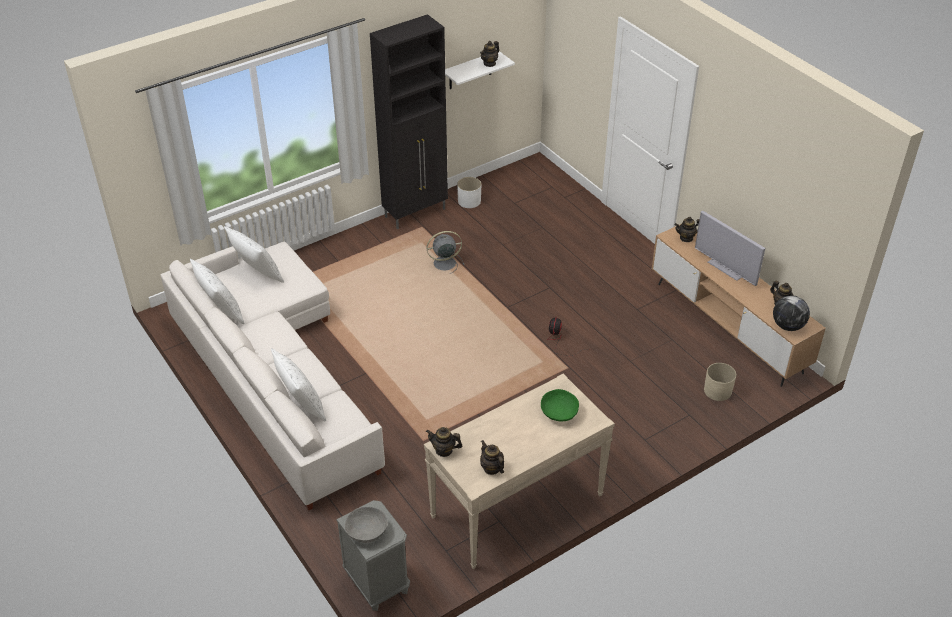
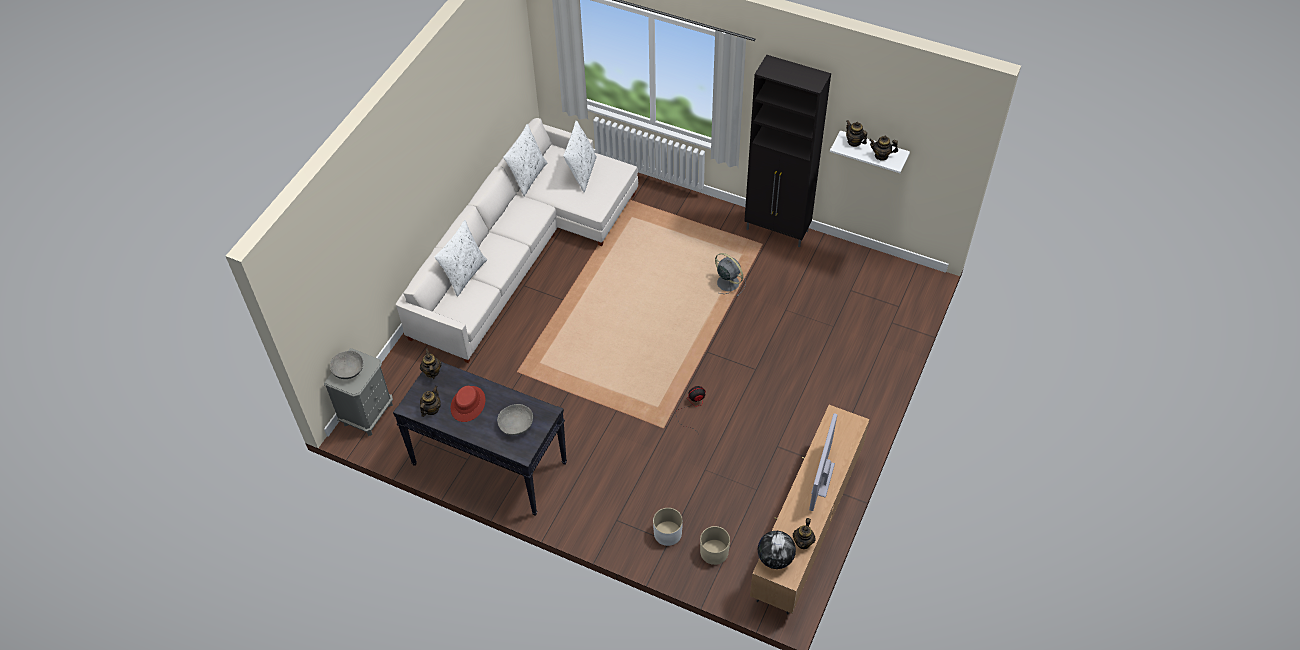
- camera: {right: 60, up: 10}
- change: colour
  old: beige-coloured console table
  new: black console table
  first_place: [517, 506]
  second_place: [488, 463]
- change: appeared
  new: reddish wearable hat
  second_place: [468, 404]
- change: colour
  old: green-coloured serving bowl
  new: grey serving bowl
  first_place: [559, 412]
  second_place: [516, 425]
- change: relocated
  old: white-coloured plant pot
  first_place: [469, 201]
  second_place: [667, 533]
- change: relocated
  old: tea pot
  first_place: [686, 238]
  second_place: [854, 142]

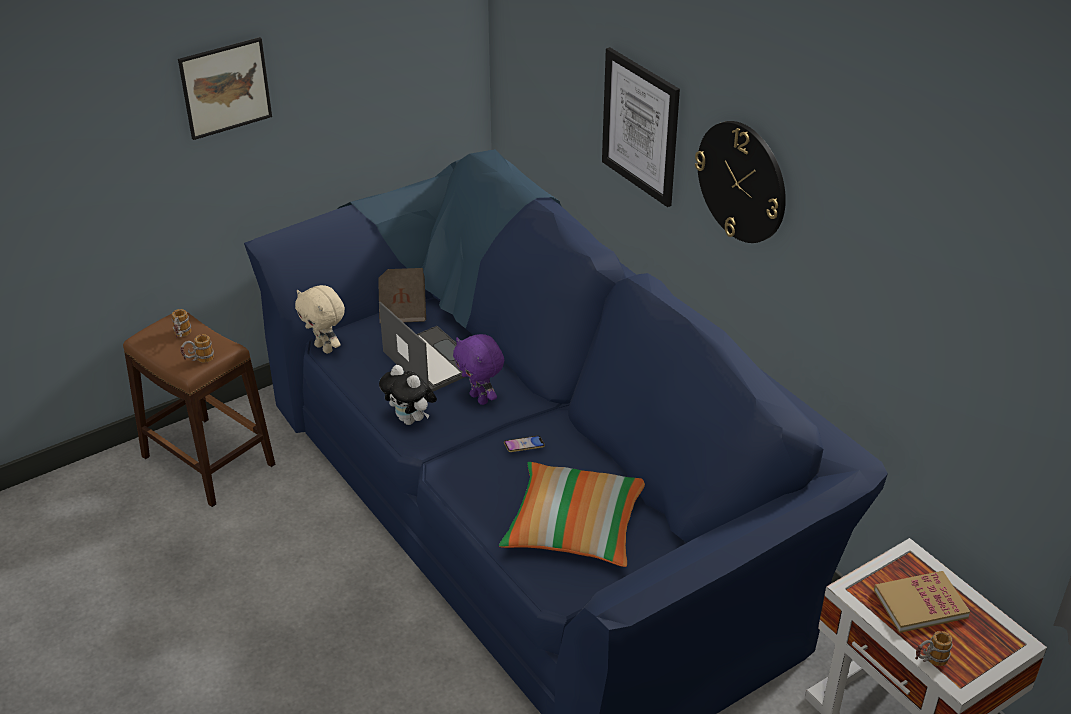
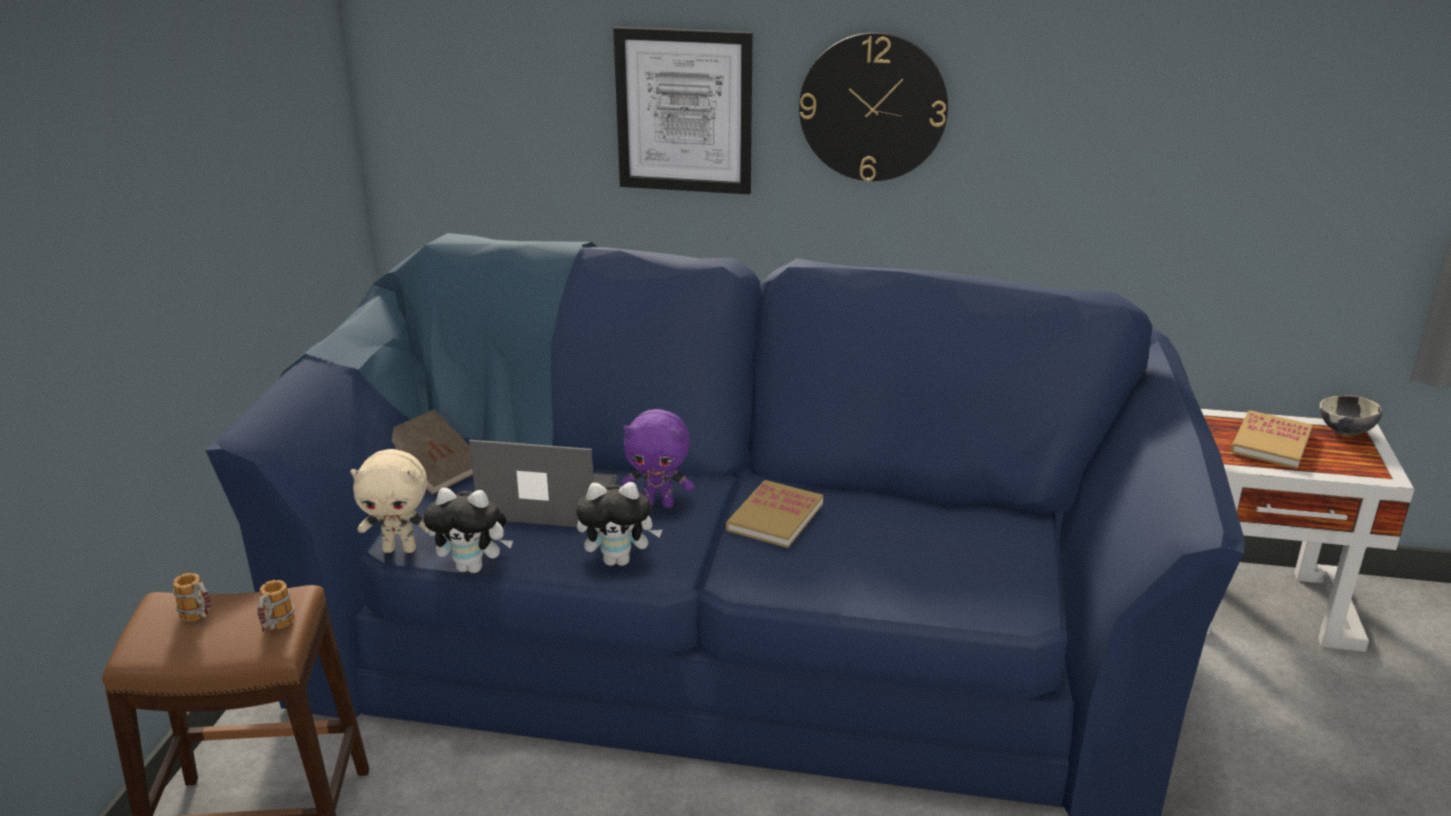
- camera: {right: -45, up: -10}
- change: appeared
  new: plush toy
  second_place: [473, 567]
- change: exchanged
  old: handset
  new: book
  first_place: [524, 446]
  second_place: [775, 517]
- change: appeared
  new: serving bowl
  second_place: [1345, 432]
- change: missing
  old: wall art
  first_place: [225, 88]
- change: missing
  old: throw pillow
  first_place: [574, 528]
- change: missing
  old: coffee mug
  first_place: [929, 661]

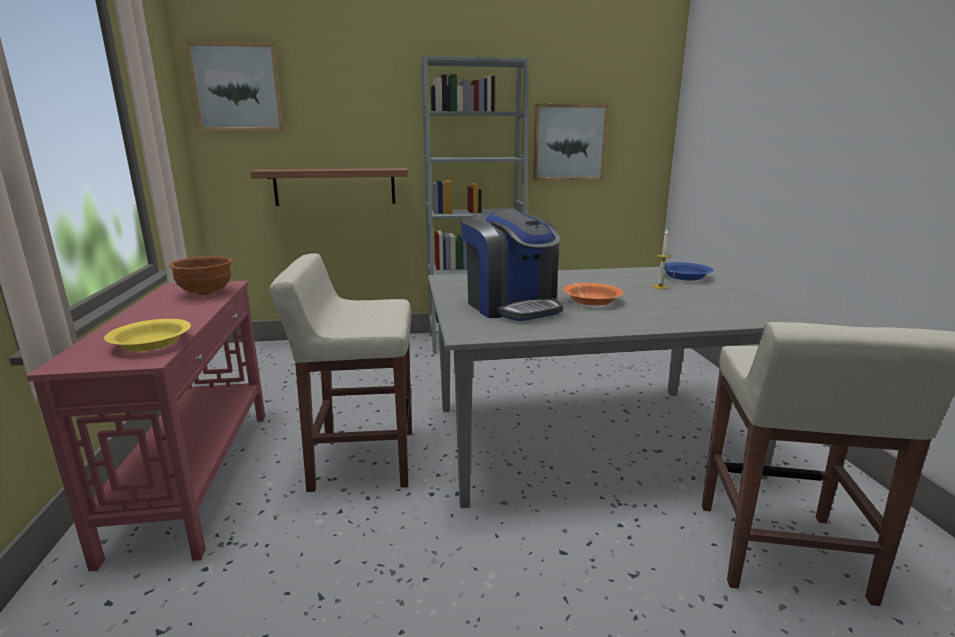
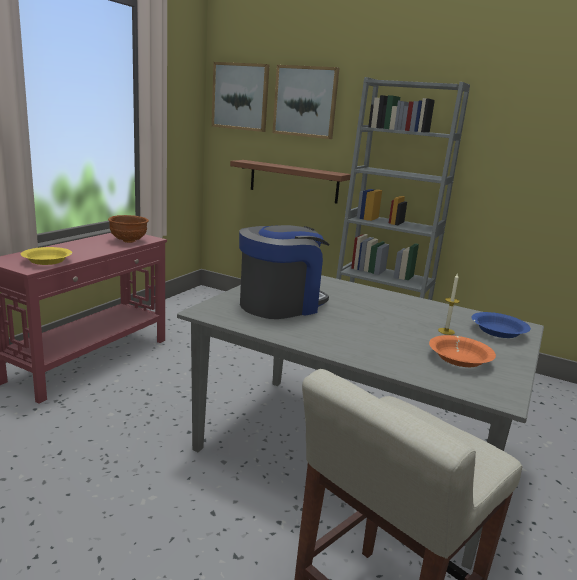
- camera: {right: 35, up: 0}
- change: spun
  old: coffee maker
  first_place: [511, 305]
  second_place: [280, 304]
  degrees: -135
- change: relocated
  old: wall art
  first_place: [569, 142]
  second_place: [305, 102]
- change: relocated
  old: orange-coloured serving bowl
  first_place: [592, 301]
  second_place: [459, 359]
- change: missing
  old: beige-coloured stool
  first_place: [361, 459]

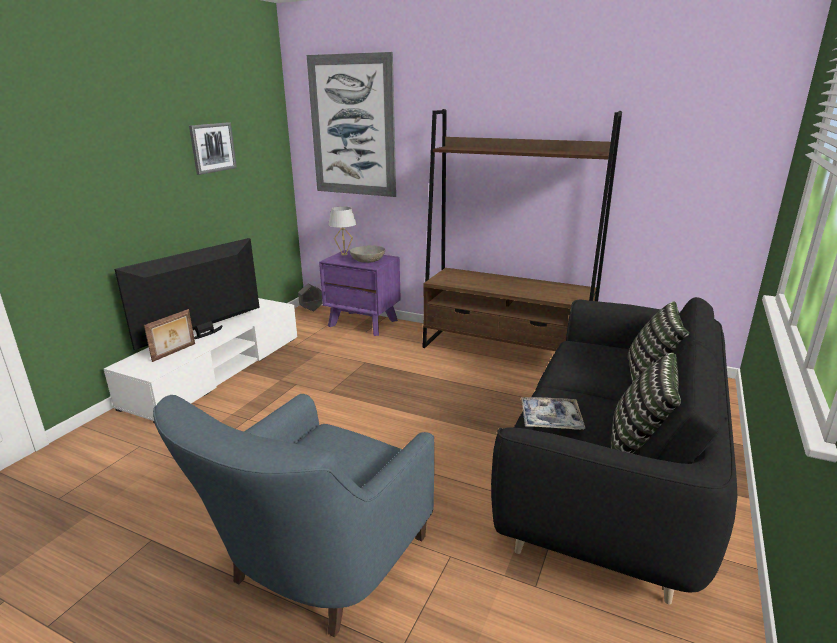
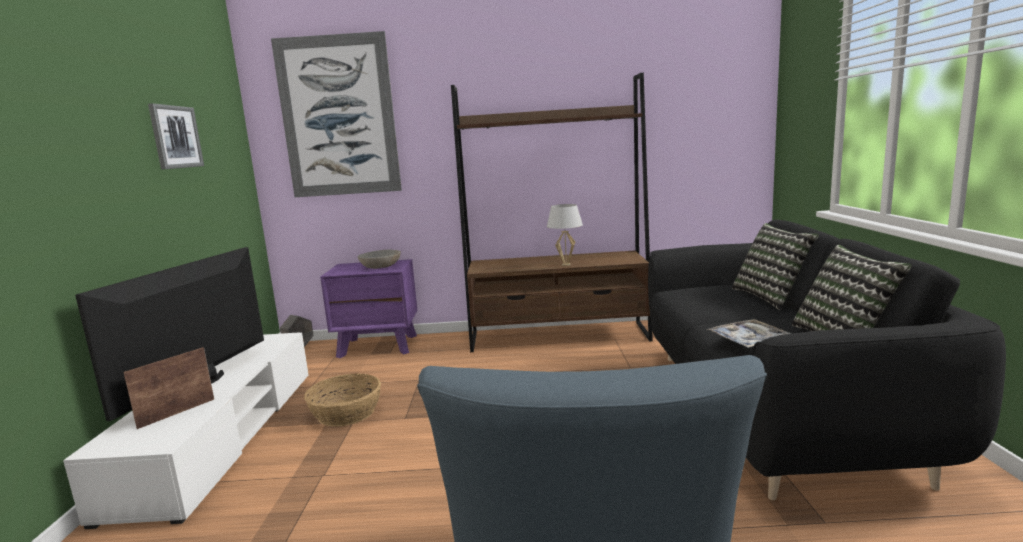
- camera: {right: -25, up: -10}
- change: spun
  old: standing frame
  first_place: [174, 352]
  second_place: [176, 413]
  degrees: -150
- change: appeared
  new: storage basket
  second_place: [347, 413]
- change: relocated
  old: white-coloured table lamp
  first_place: [344, 254]
  second_place: [566, 264]

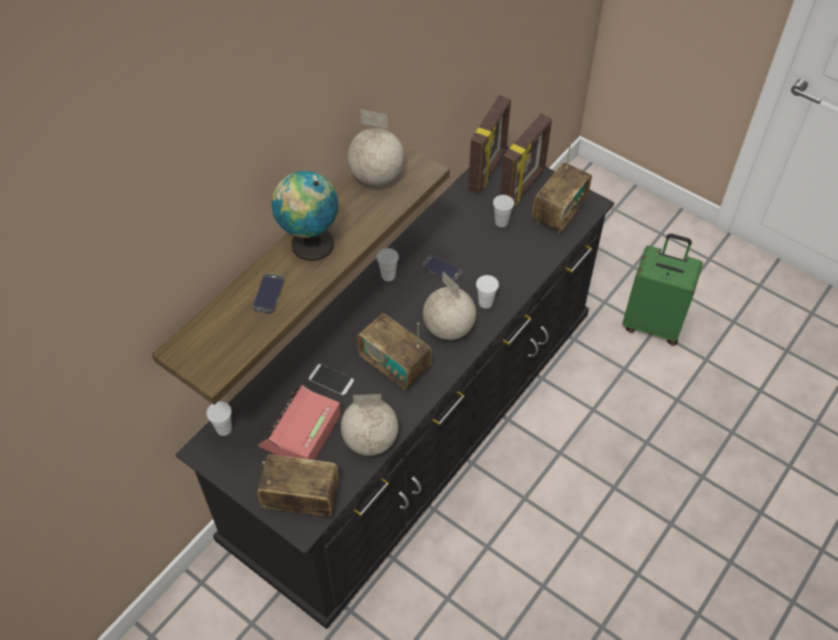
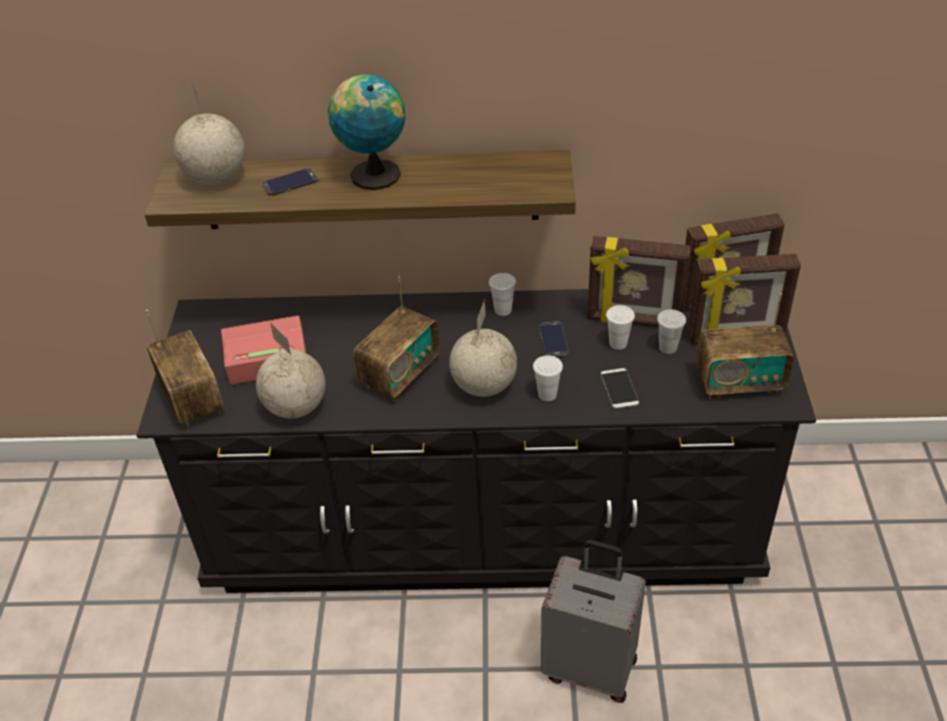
- camera: {right: 55, up: -10}
- change: relocated
  old: world globe
  first_place: [377, 177]
  second_place: [216, 178]
- change: spun
  old: radio
  first_place: [394, 365]
  second_place: [400, 374]
  degrees: -150
- change: appeared
  new: grey piece of luggage
  second_place: [591, 666]
- change: appeared
  new: standing frame
  second_place: [633, 320]
- change: relocated
  old: handset
  first_place: [331, 380]
  second_place: [619, 389]
- change: relocated
  old: white-coloured cup
  first_place: [224, 429]
  second_place: [618, 343]
- change: missing
  old: green-coloured piece of luggage
  first_place: [653, 323]

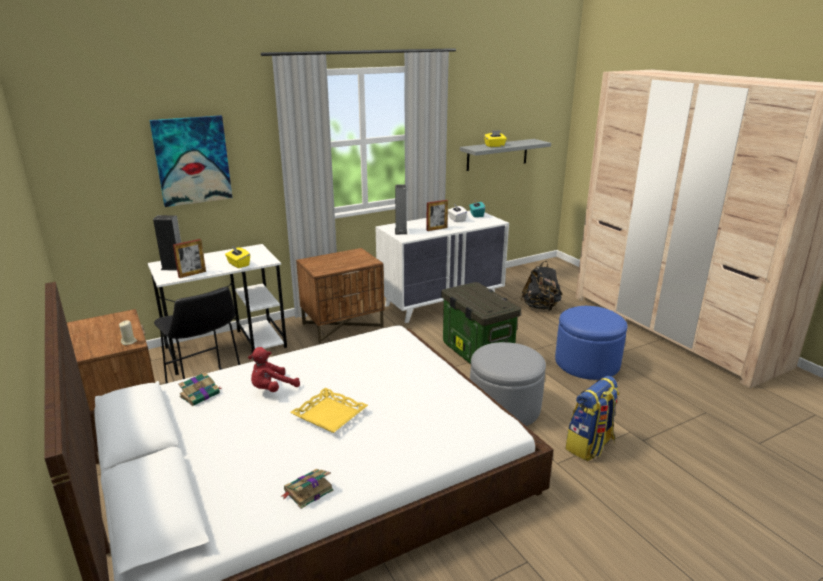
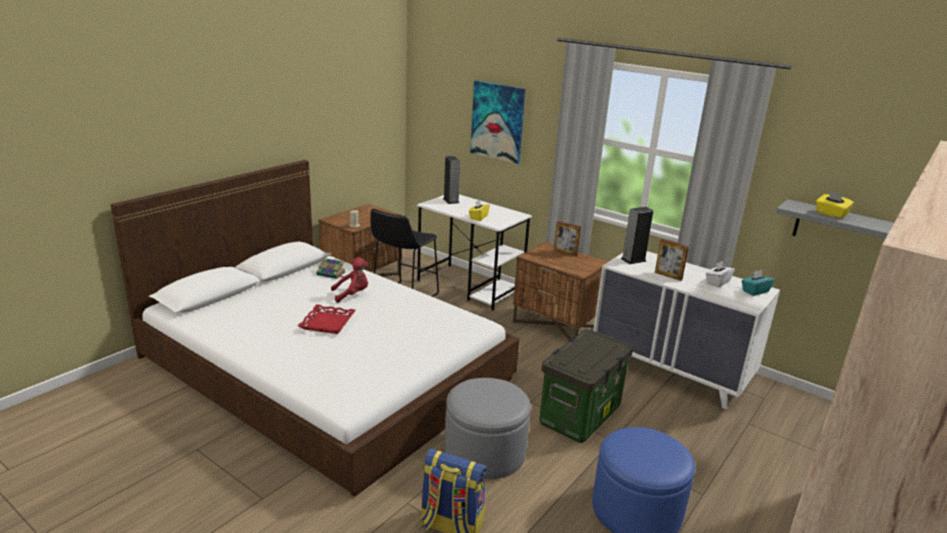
- camera: {right: 65, up: 0}
- change: colour
  old: yellowish serving tray
  new: reddish serving tray
  first_place: [329, 415]
  second_place: [327, 323]
- change: spun
  old: reddish plush toy
  first_place: [272, 389]
  second_place: [352, 294]
  degrees: 135
- change: relocated
  old: standing frame
  first_place: [192, 274]
  second_place: [565, 252]
- change: missing
  old: book
  first_place: [307, 491]
- change: missing
  old: black knapsack
  first_place: [540, 307]

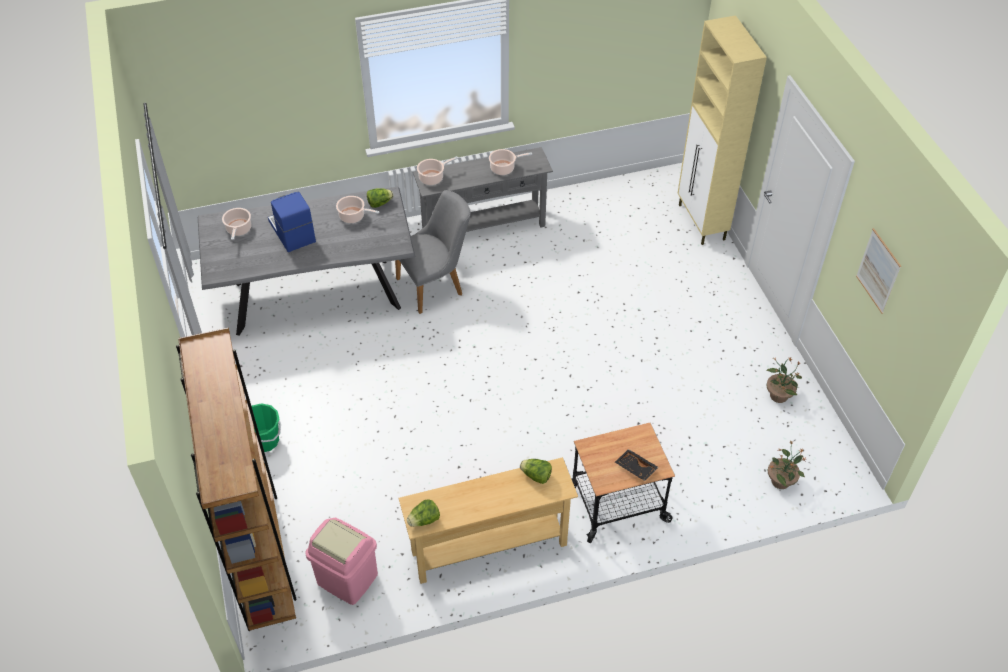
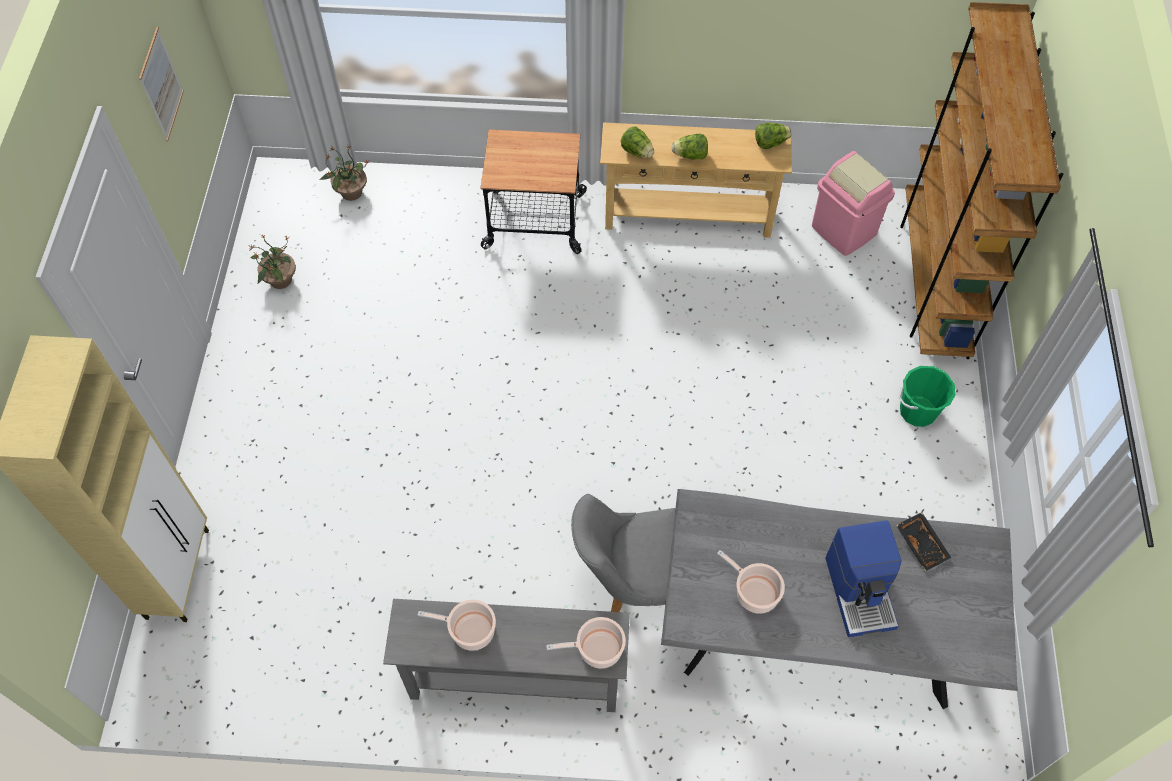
- camera: {right: -160, up: 10}
- change: relocated
  old: head of lettuce
  first_place: [379, 203]
  second_place: [690, 155]
- change: relocated
  old: black serving tray
  first_place: [635, 468]
  second_place: [922, 544]
- change: missing
  old: stockpot
  first_place: [238, 230]

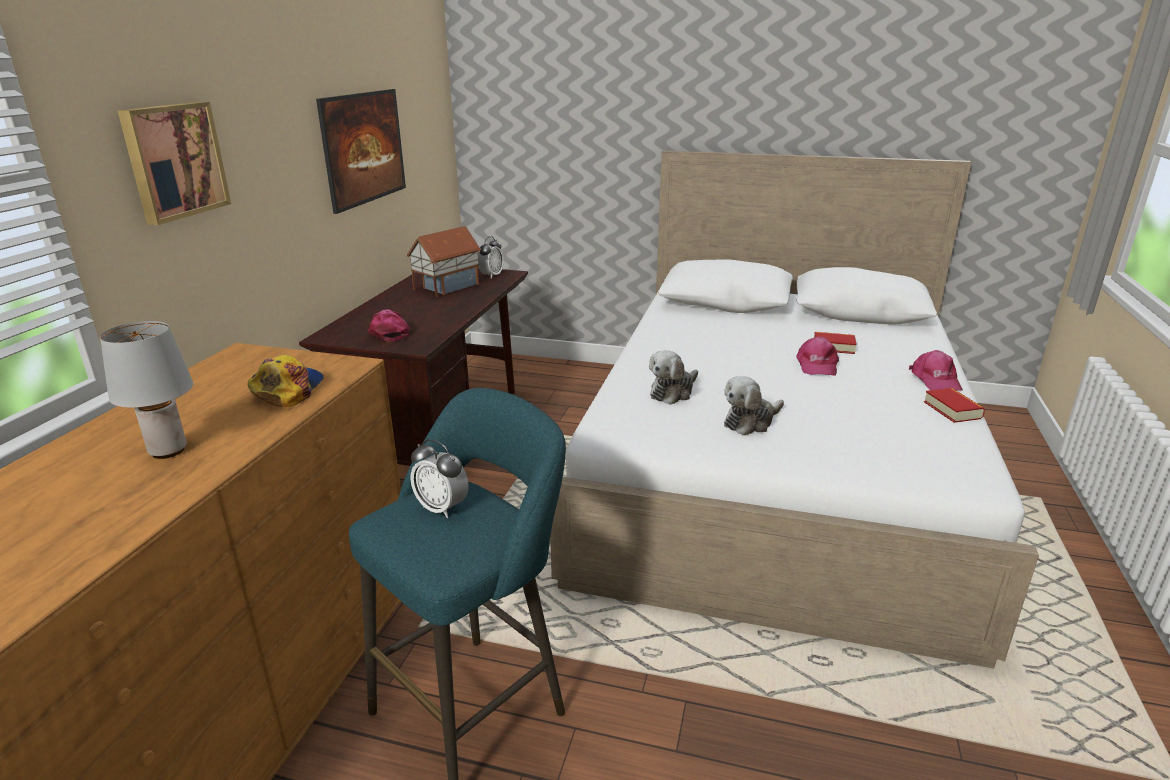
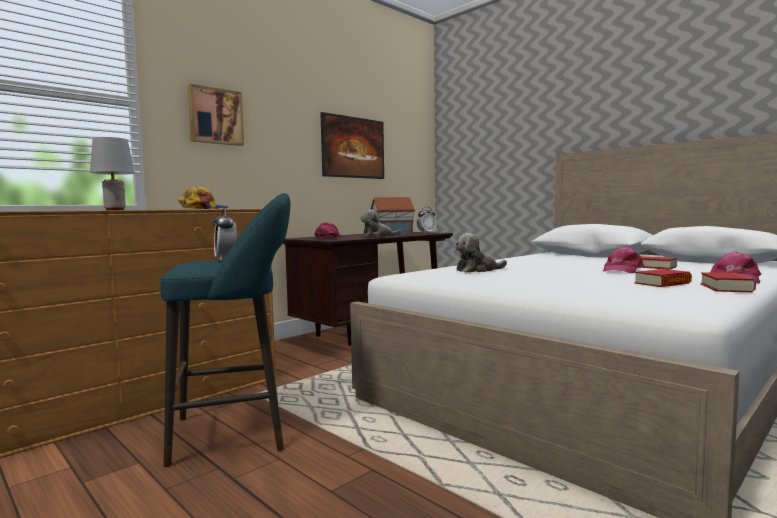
- camera: {right: 30, up: -20}
- change: relocated
  old: plush toy
  first_place: [750, 422]
  second_place: [378, 236]
- change: appeared
  new: book
  second_place: [662, 283]

